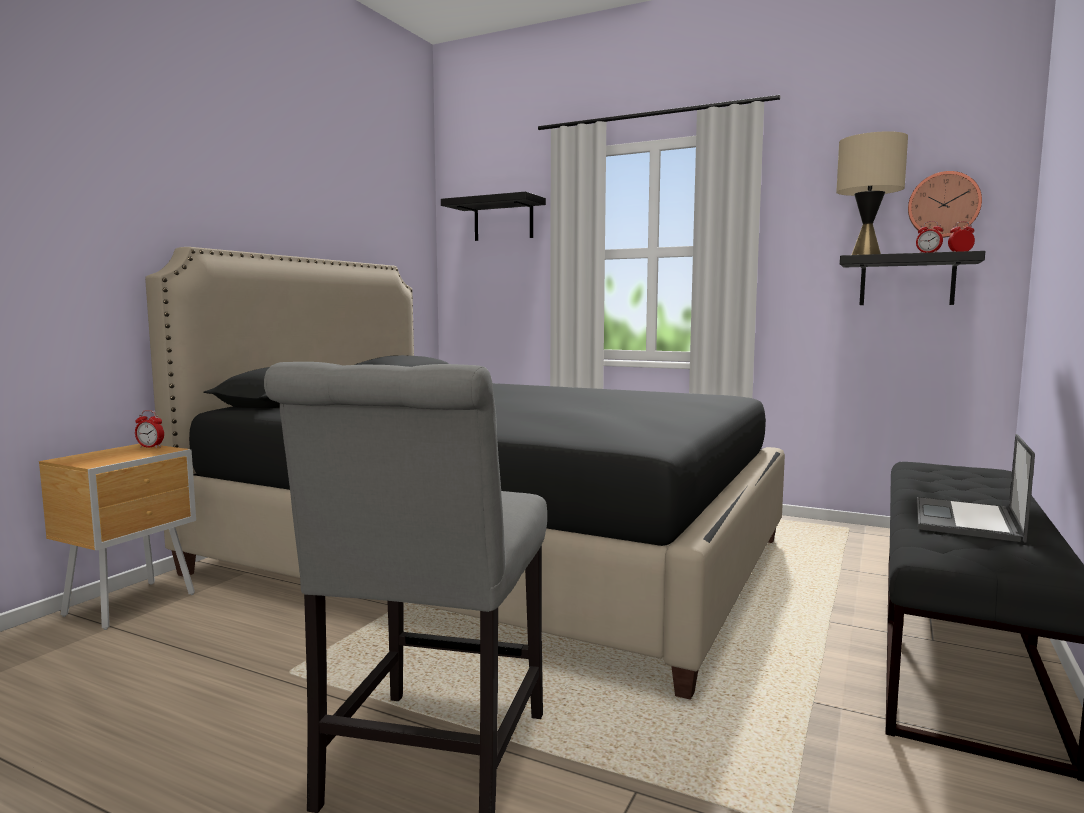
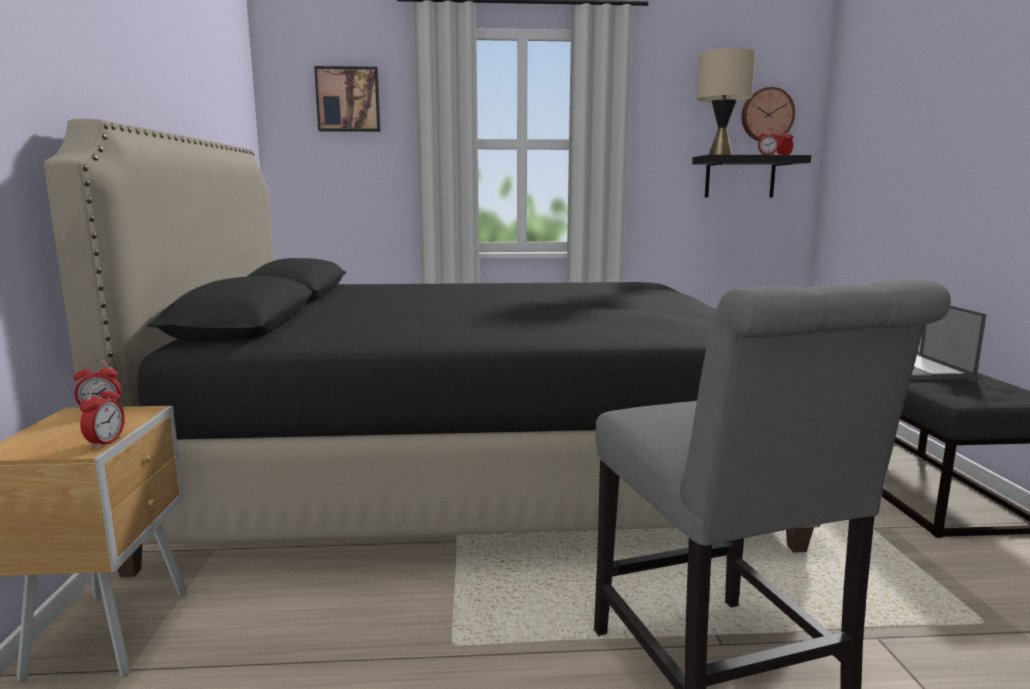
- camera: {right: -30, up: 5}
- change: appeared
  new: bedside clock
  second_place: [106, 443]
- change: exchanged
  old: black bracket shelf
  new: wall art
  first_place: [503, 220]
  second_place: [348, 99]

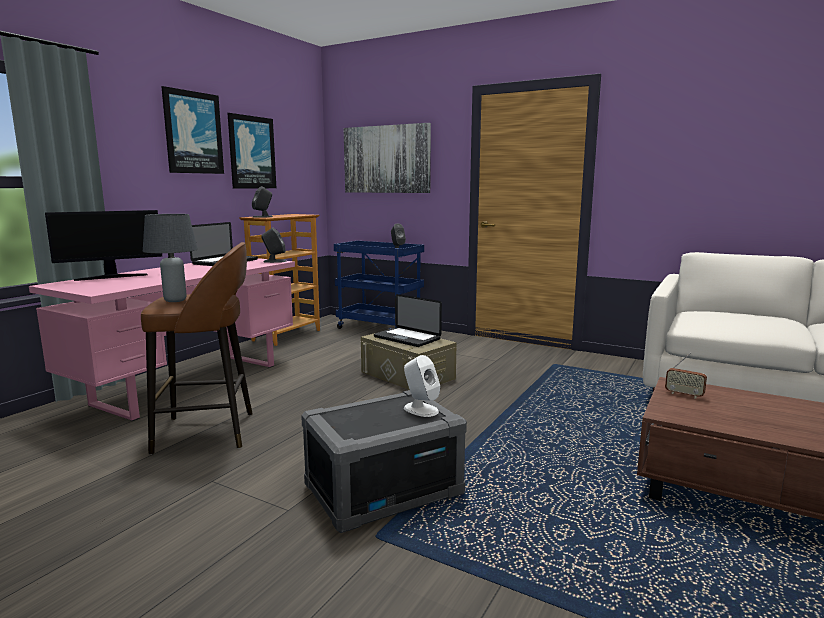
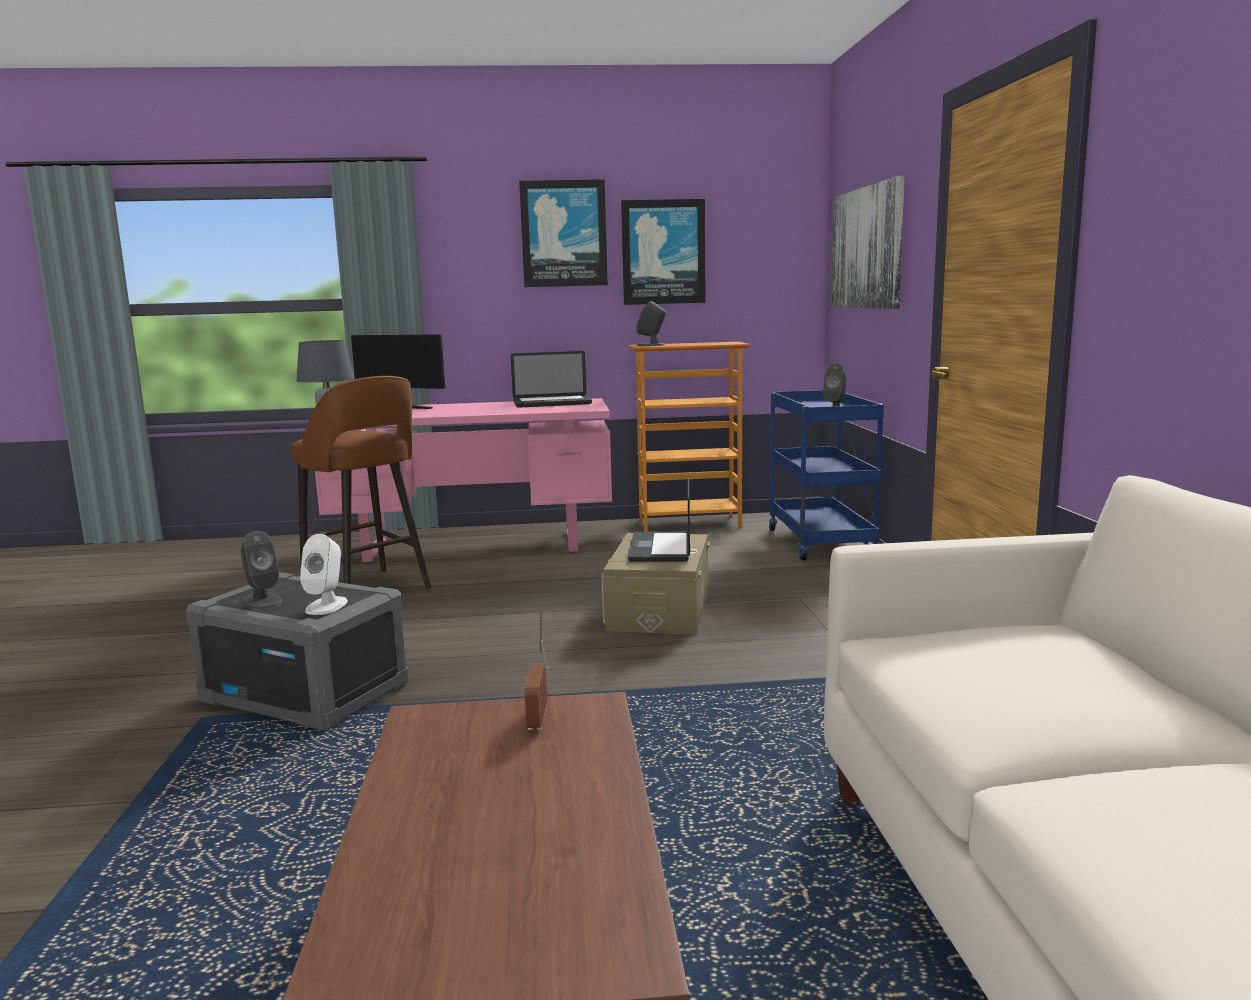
- camera: {right: 55, up: 0}
- change: relocated
  old: grey speaker
  first_place: [274, 261]
  second_place: [262, 601]

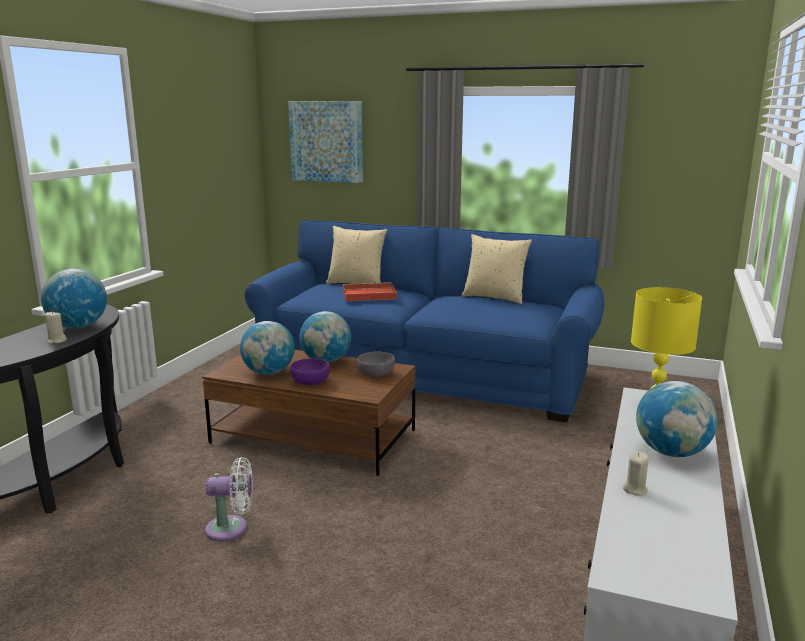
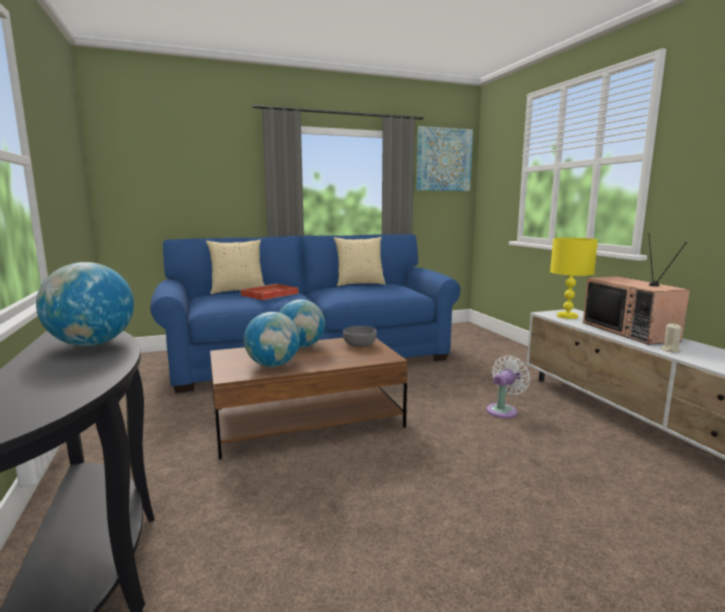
- camera: {right: -40, up: -5}
- change: relocated
  old: wall art
  first_place: [326, 141]
  second_place: [443, 159]
- change: relocated
  old: white-coloured cooling fan
  first_place: [231, 529]
  second_place: [503, 410]
- change: exchanged
  old: world globe
  new: television
  first_place: [671, 452]
  second_place: [631, 331]
- change: missing
  old: beige-coloured wax candle
  first_place: [56, 341]
- change: missing
  old: purple-coloured serving bowl
  first_place: [310, 381]

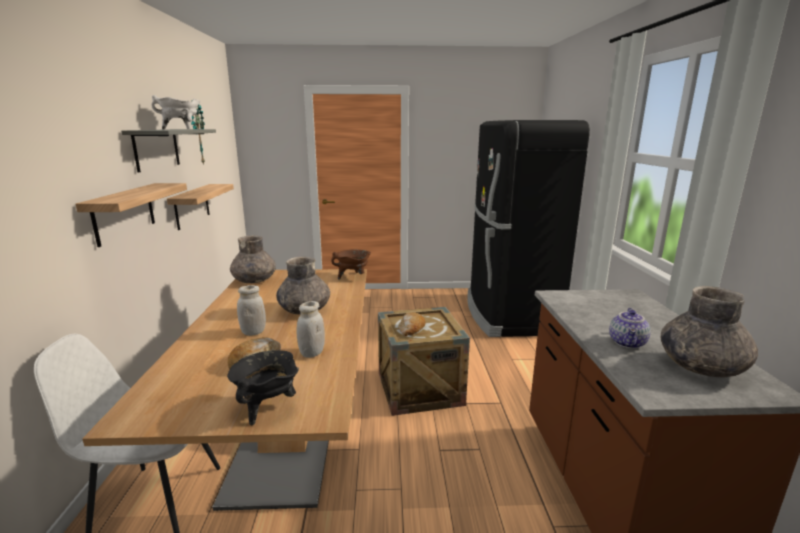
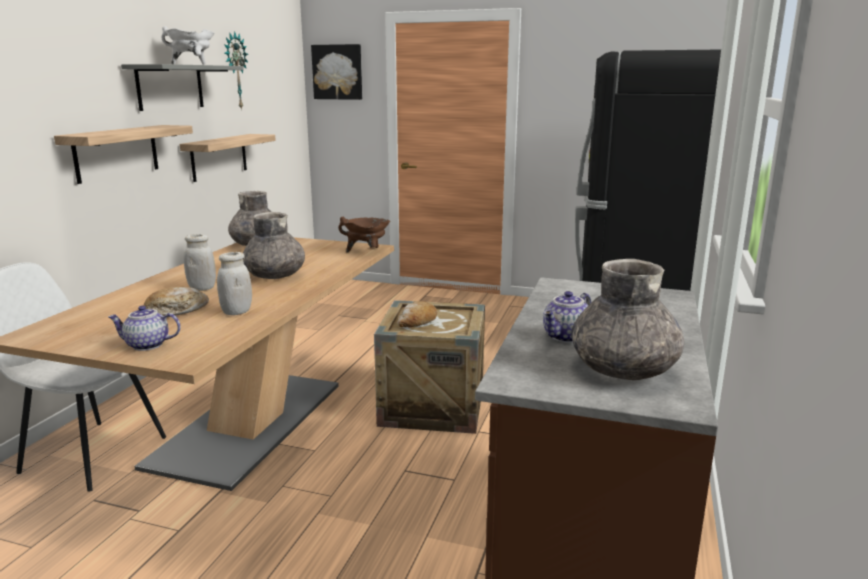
- camera: {right: 20, up: 0}
- change: exchanged
  old: black stockpot
  new: tea pot
  first_place: [267, 407]
  second_place: [146, 345]
- change: appeared
  new: wall art
  second_place: [338, 72]

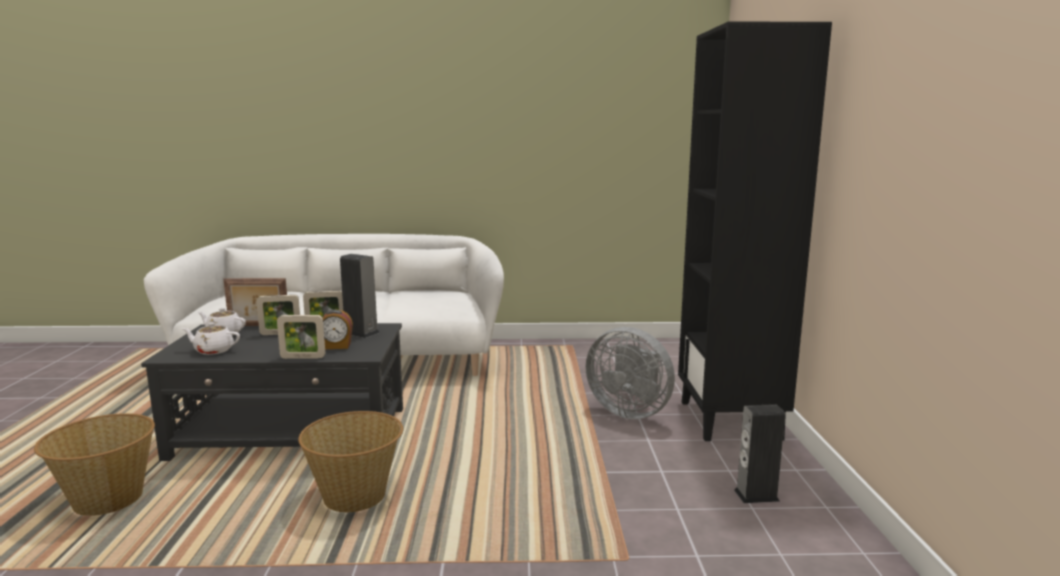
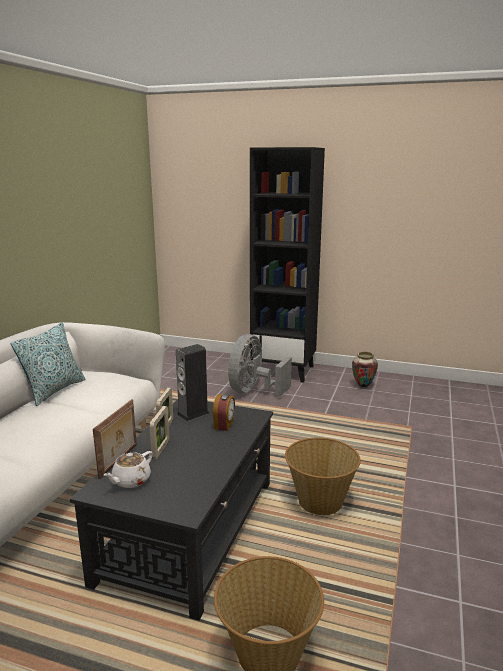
- camera: {right: -70, up: 5}
- change: appeared
  new: throw pillow
  second_place: [54, 390]
- change: spun
  old: grey cooling fan
  first_place: [629, 411]
  second_place: [254, 391]
  degrees: 150
- change: exchanged
  old: speaker
  new: flower vase
  first_place: [756, 495]
  second_place: [363, 386]
- change: missing
  old: white-coloured tea pot
  first_place: [213, 350]
- change: missing
  old: standing frame
  first_place: [303, 357]

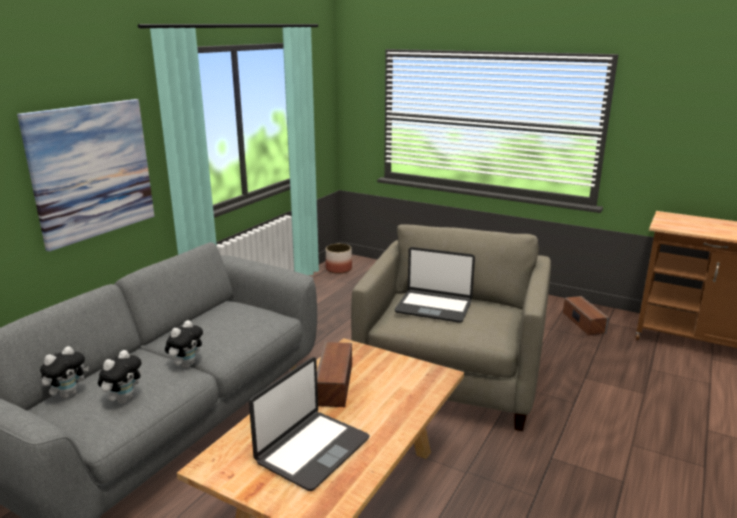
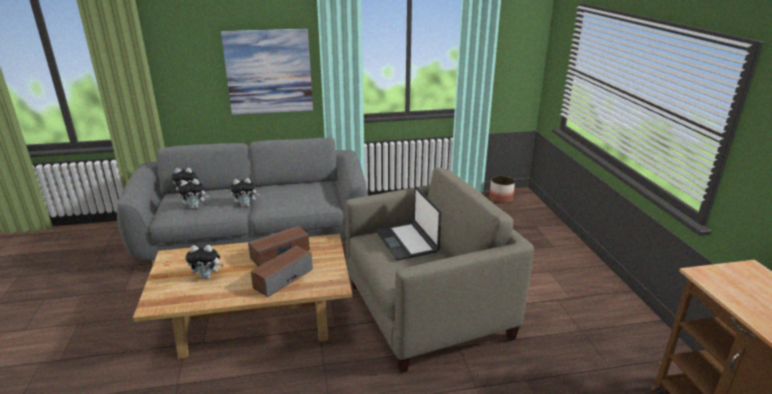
- camera: {right: 50, up: 5}
- change: exchanged
  old: laptop
  new: plush toy
  first_place: [312, 450]
  second_place: [207, 277]
- change: relocated
  old: speaker
  first_place: [583, 323]
  second_place: [283, 278]

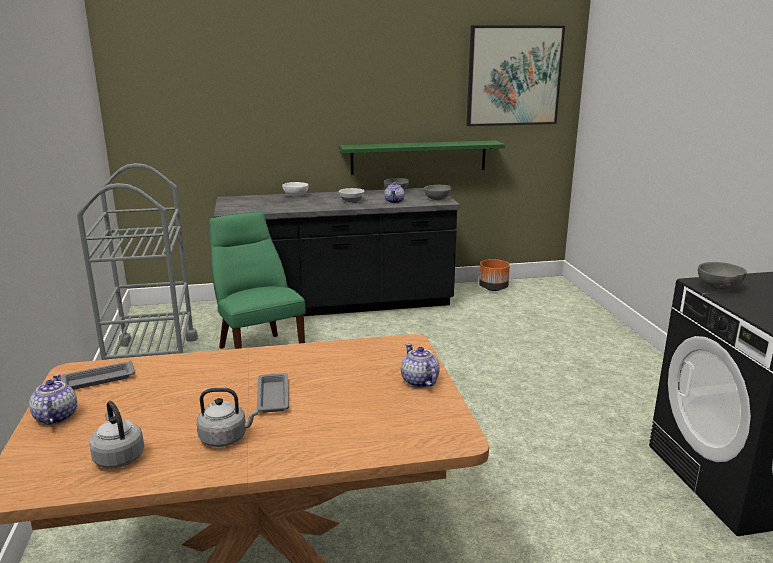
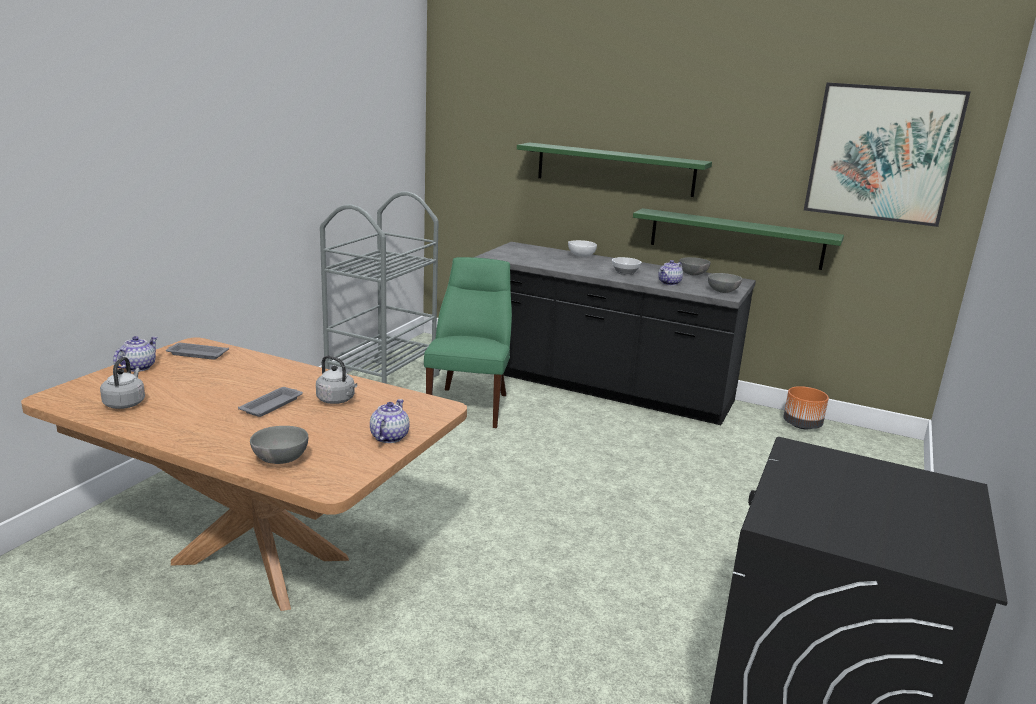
- camera: {right: 35, up: 0}
- change: relocated
  old: grey serving bowl
  first_place: [719, 288]
  second_place: [279, 460]
- change: relocated
  old: grey tea kettle
  first_place: [226, 438]
  second_place: [337, 400]
- change: appeared
  new: green-coloured bracket shelf
  second_place: [614, 169]

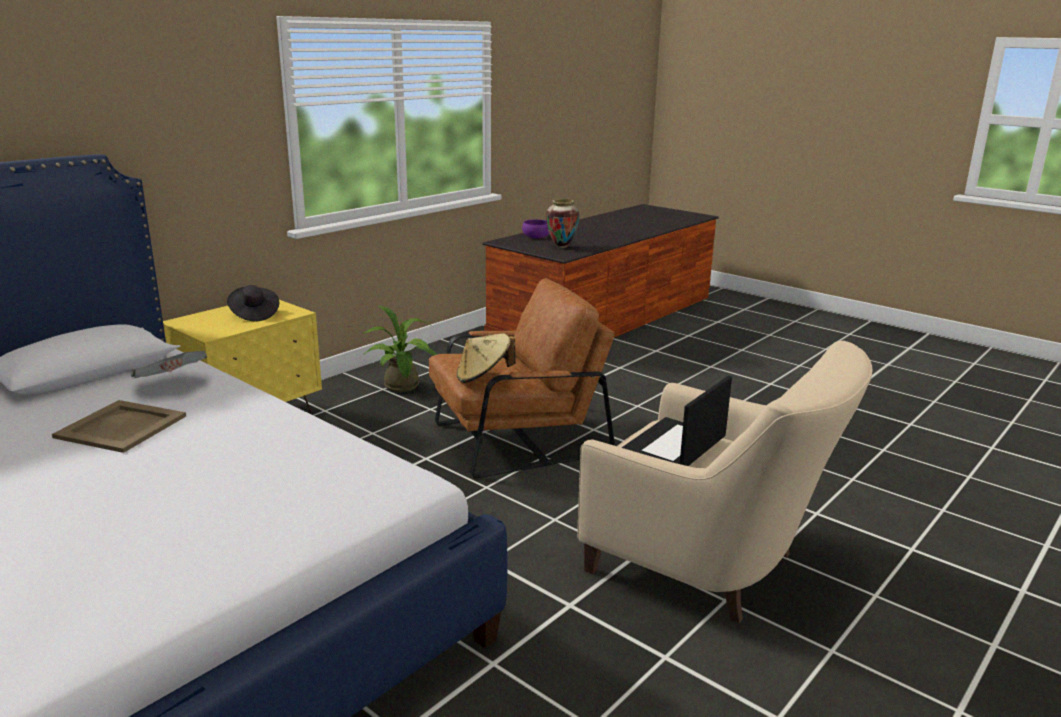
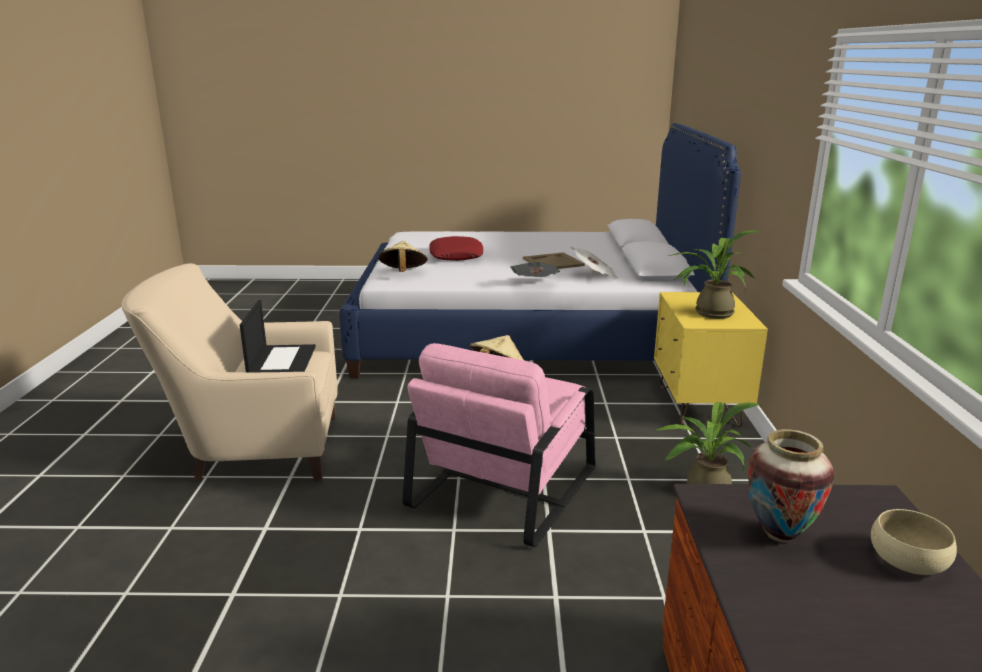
- camera: {right: 140, up: 0}
- change: appeared
  new: beige-coloured wearable hat
  second_place: [403, 273]
- change: colour
  old: brownish armchair
  new: pinkish armchair
  first_place: [517, 438]
  second_place: [505, 484]
- change: appeared
  new: reddish throw pillow
  second_place: [456, 255]
- change: appeared
  new: newspaper
  second_place: [535, 283]
- change: exchanged
  old: black wearable hat
  new: plant in a pot
  first_place: [254, 314]
  second_place: [709, 312]
- change: colour
  old: purple-coloured serving bowl
  new: beige-coloured serving bowl
  first_place: [536, 236]
  second_place: [908, 560]

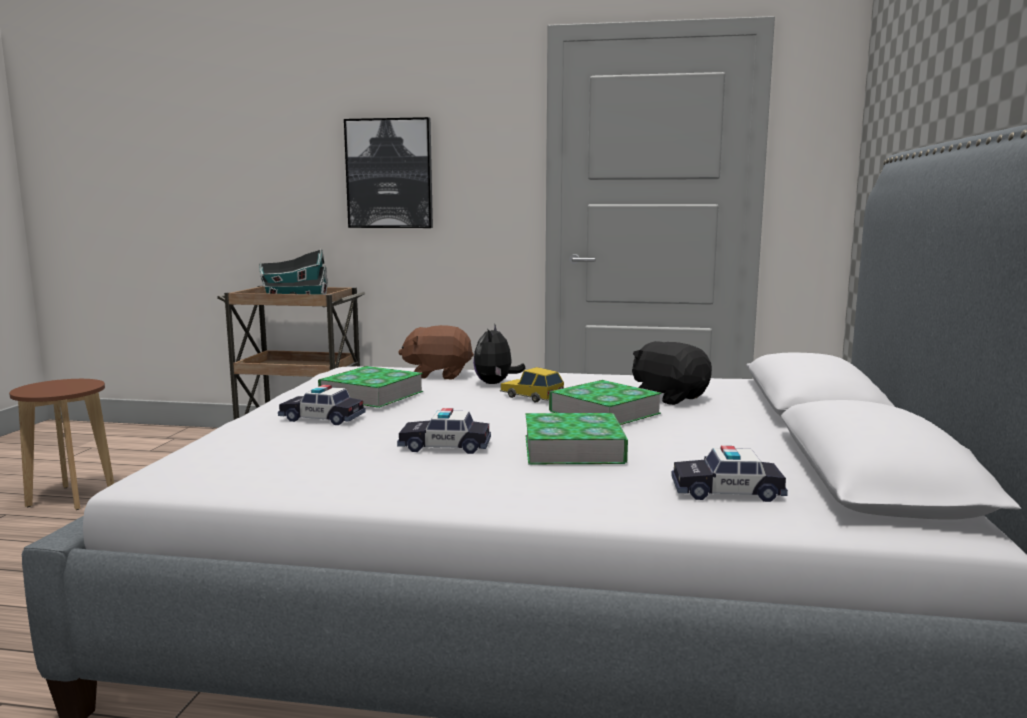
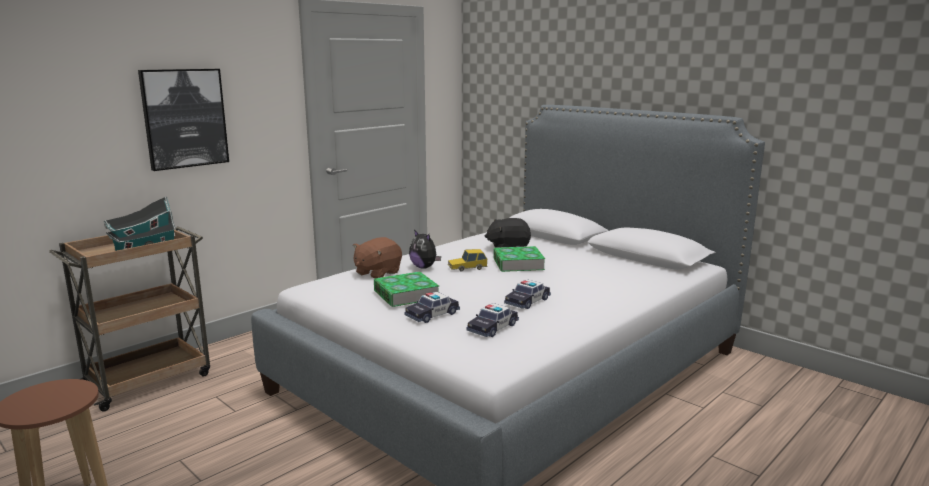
- camera: {right: -55, up: 5}
- change: relocated
  old: model car
  first_place: [726, 491]
  second_place: [493, 328]
- change: missing
  old: book
  first_place: [573, 449]

